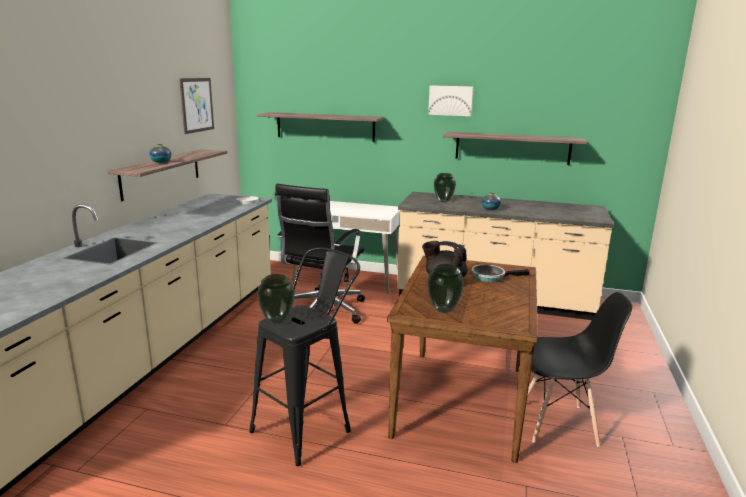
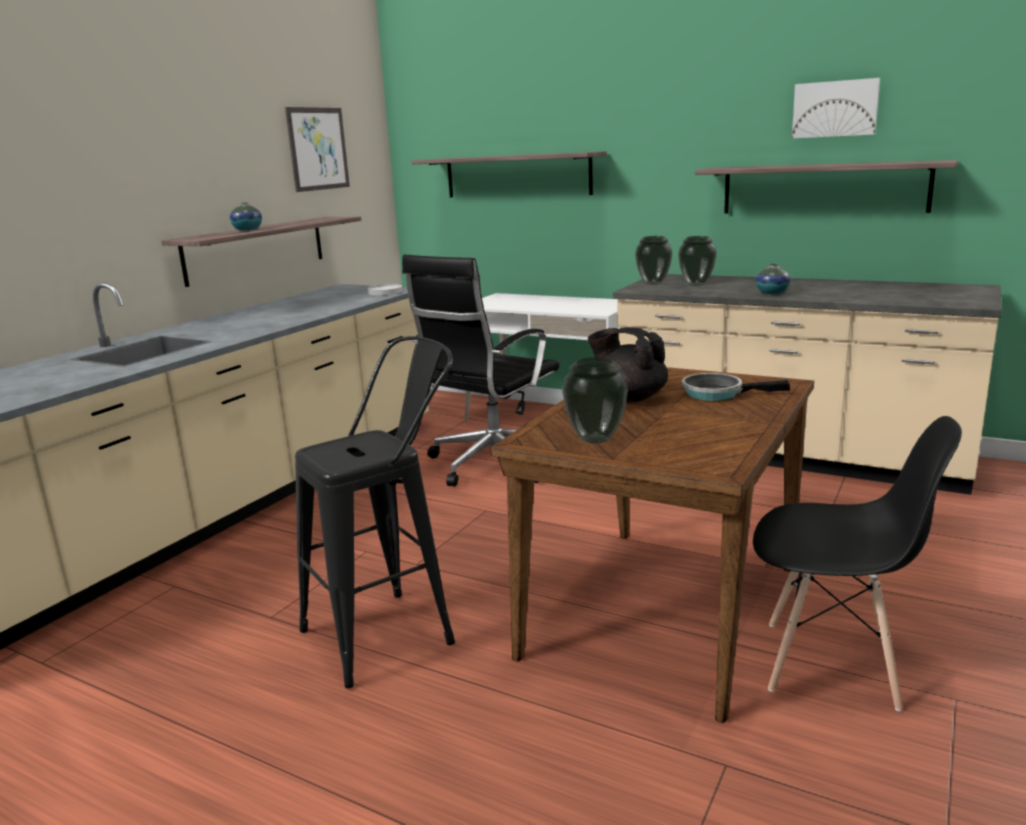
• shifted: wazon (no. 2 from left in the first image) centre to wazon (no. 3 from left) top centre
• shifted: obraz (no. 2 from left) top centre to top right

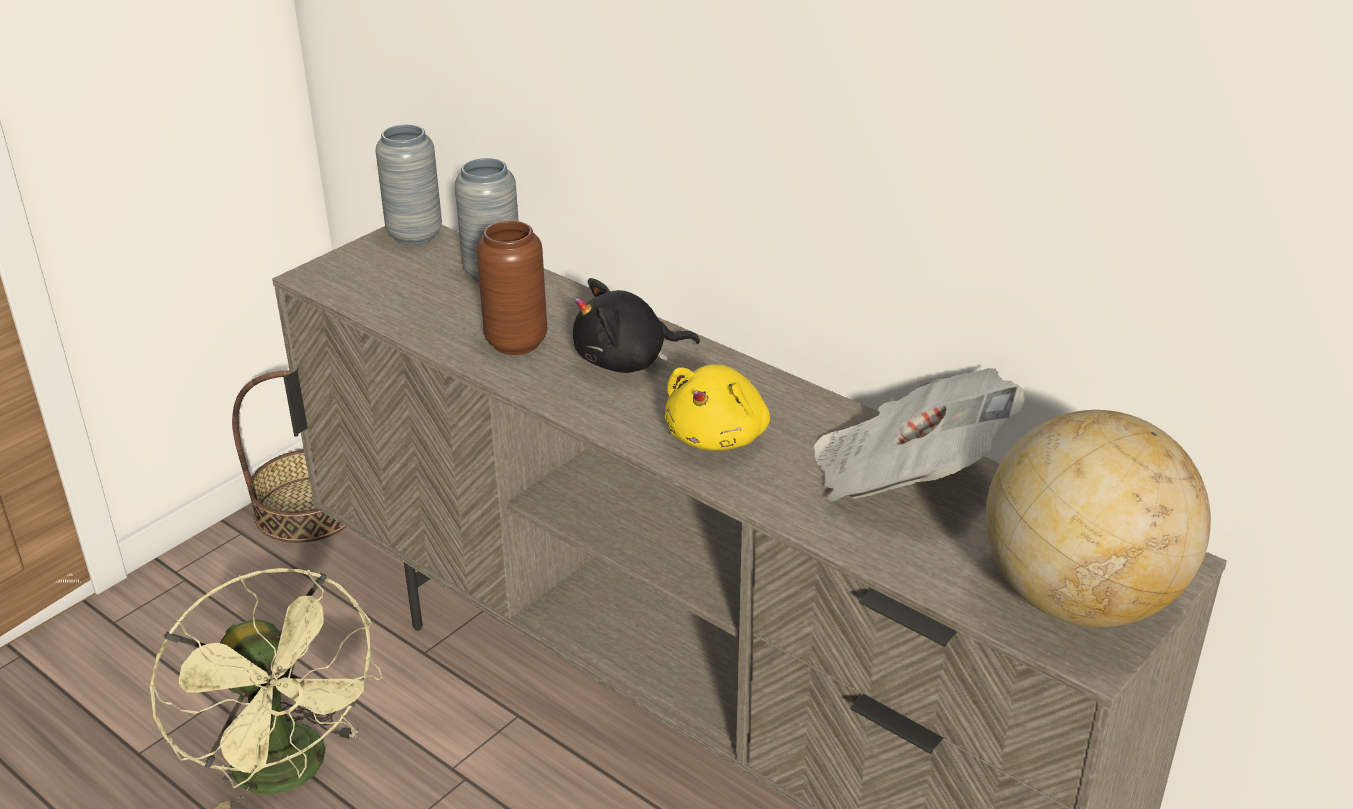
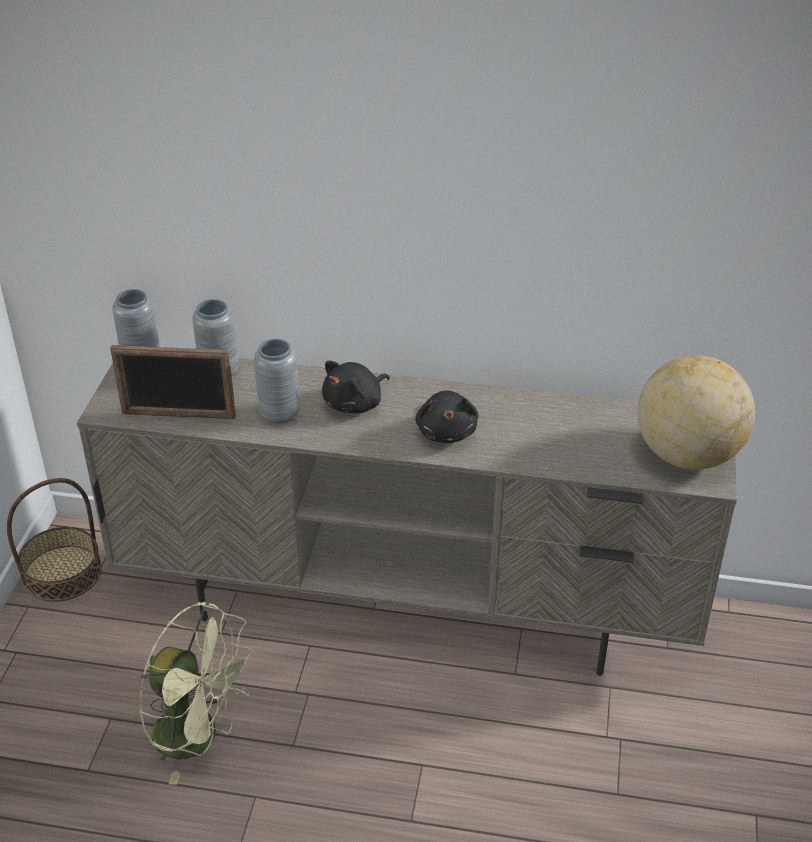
• repainted: wazon [brązowy] centre to wazon [szary] (no. 3 from left) centre
• repainted: pluszak [żółty] centre to pluszak [czarny] (no. 2 from left) centre
• gone: gazeta middle right
• new: ramka na zdjęcie middle left

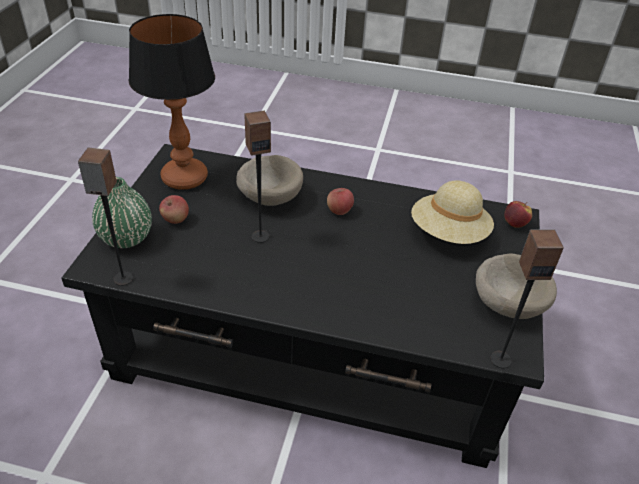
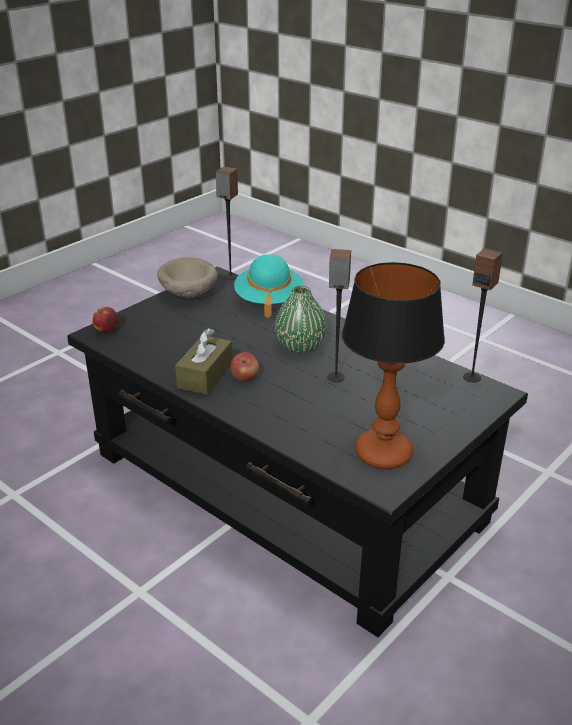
• shifted: wazon [zielony] middle left to centre
• gone: jabłko (no. 1 from left) middle left
• gone: miska [beżowy] (no. 1 from left) centre
• gone: kapelusz [beżowy] middle right
• new: pudełko chusteczek [brązowy] centre
• new: kapelusz [turkusowy] centre

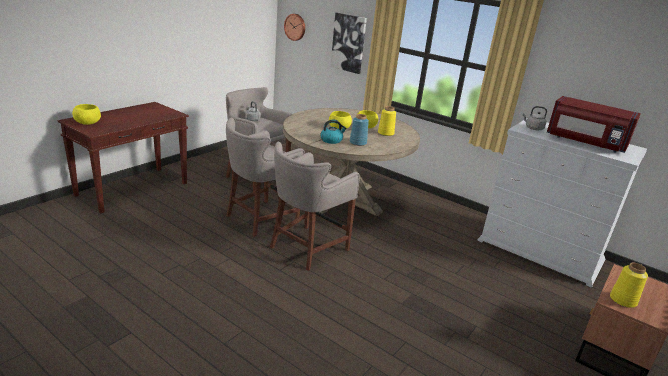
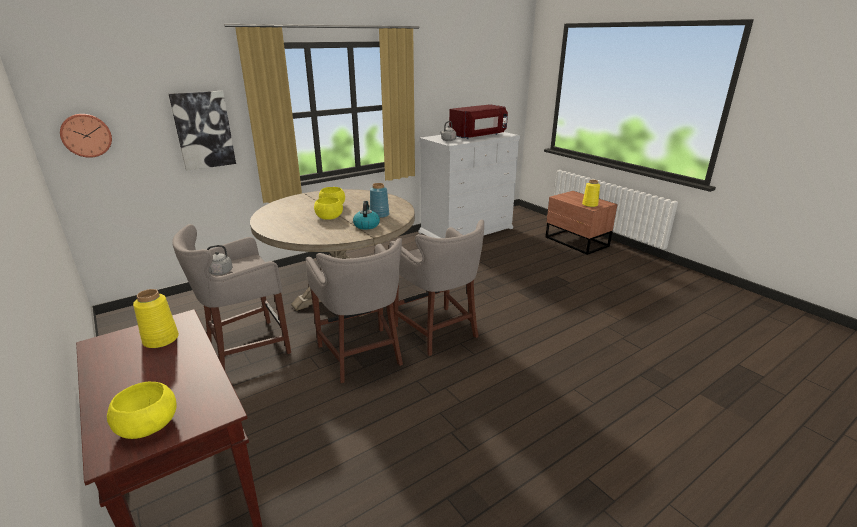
• shifted: wazon [żółty] (no. 1 from left) top centre to middle left

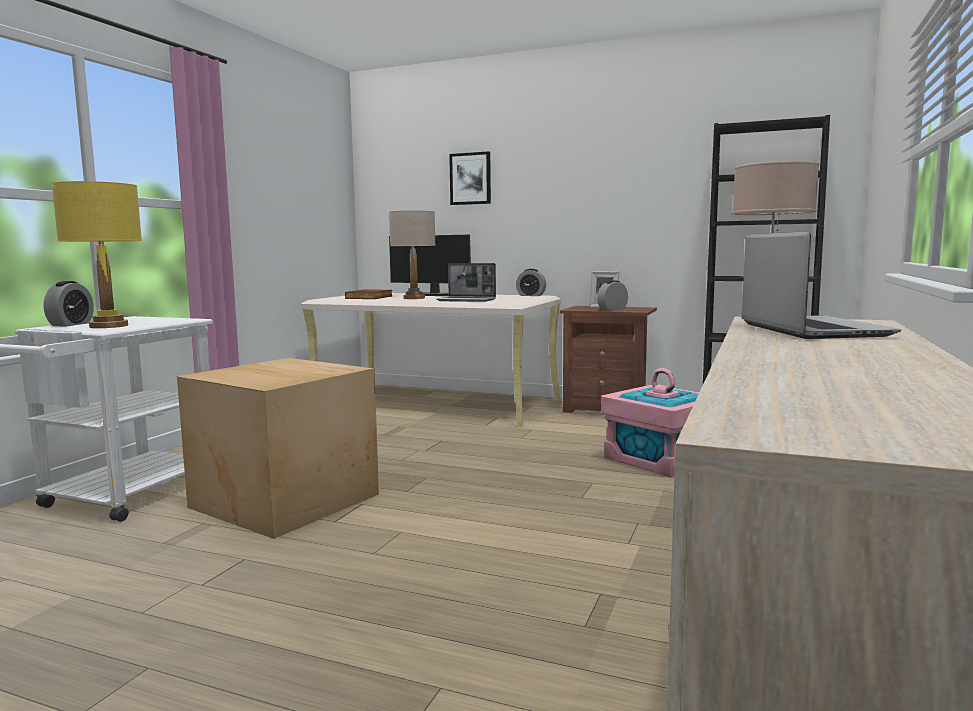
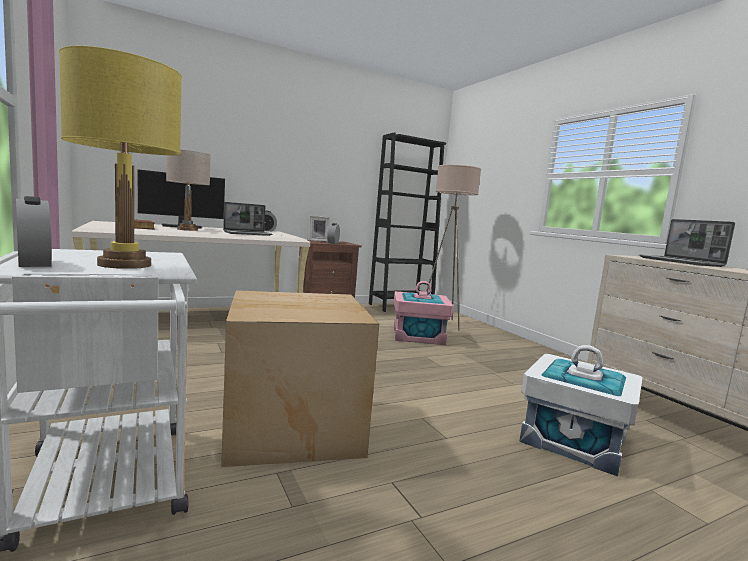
• gone: obraz top centre
• rotated: laptop (no. 2 from left) middle right = middle right 150 degrees counterclockwise
• new: pojemnik do przechowywania [biały] bottom right

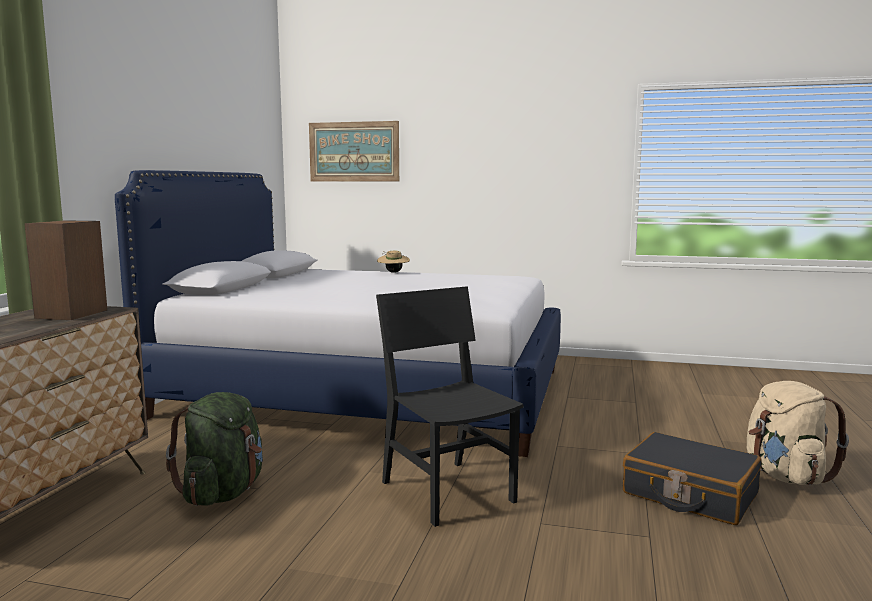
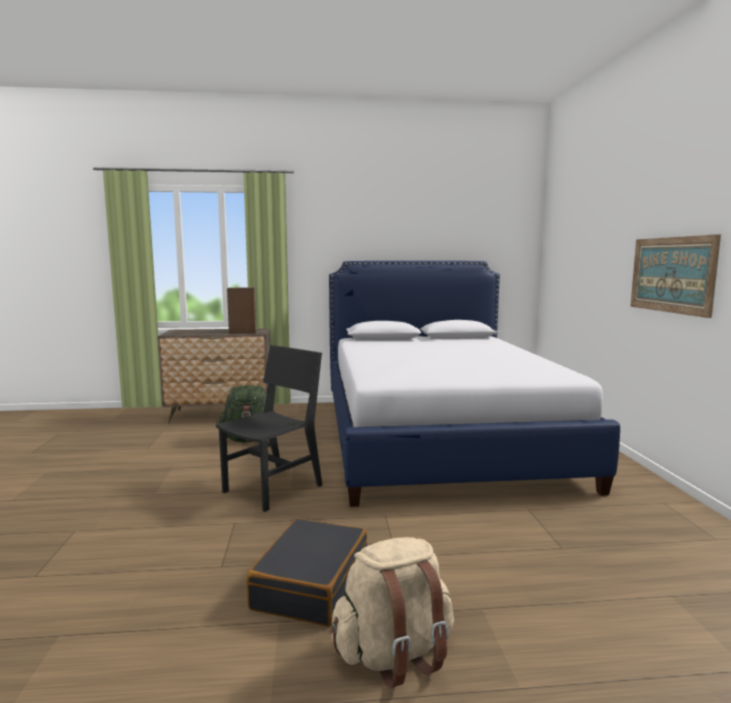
• shifted: obraz top centre to middle right
• gone: kapelusz [beżowy] centre

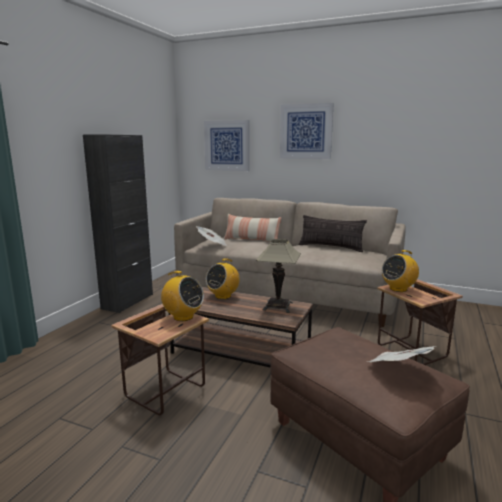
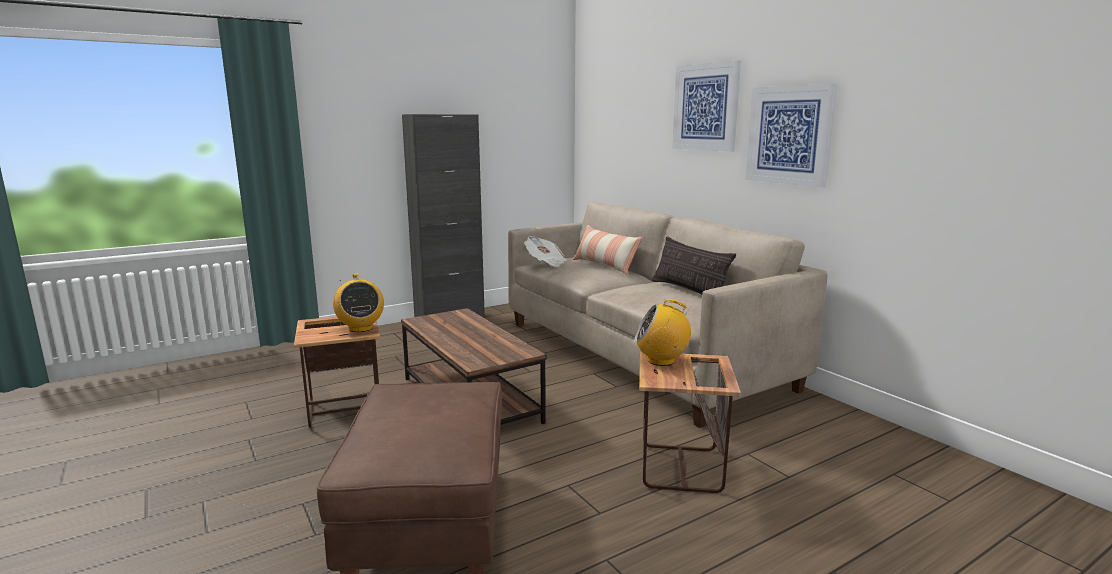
• shifted: obraz (no. 1 from left in the first image) top centre to obraz (no. 2 from left) top right
• gone: radio (no. 2 from left) centre
• gone: lampa stołowa centre
• gone: gazeta (no. 2 from left) bottom right

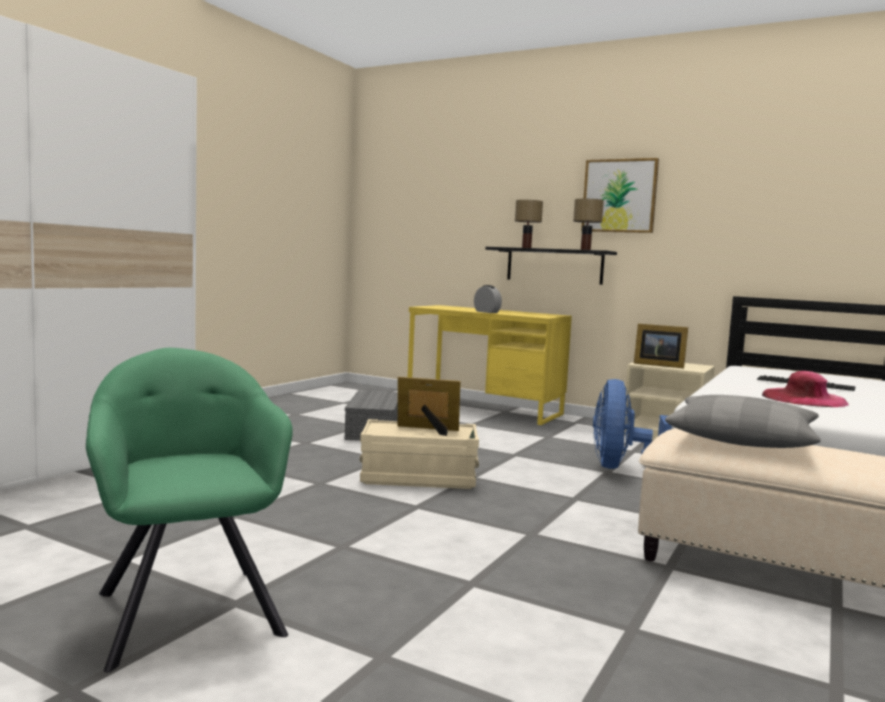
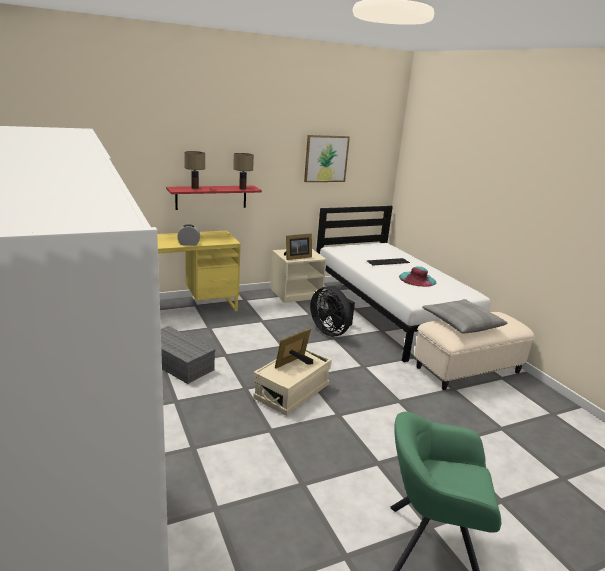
• repainted: półka [czarny] centre to półka [czerwony] centre
• shifted: obraz top right to top centre
• repainted: wentylator [niebieski] middle right to wentylator [czarny] centre
• repainted: kapelusz [różowy] middle right to kapelusz [turkusowy] middle right

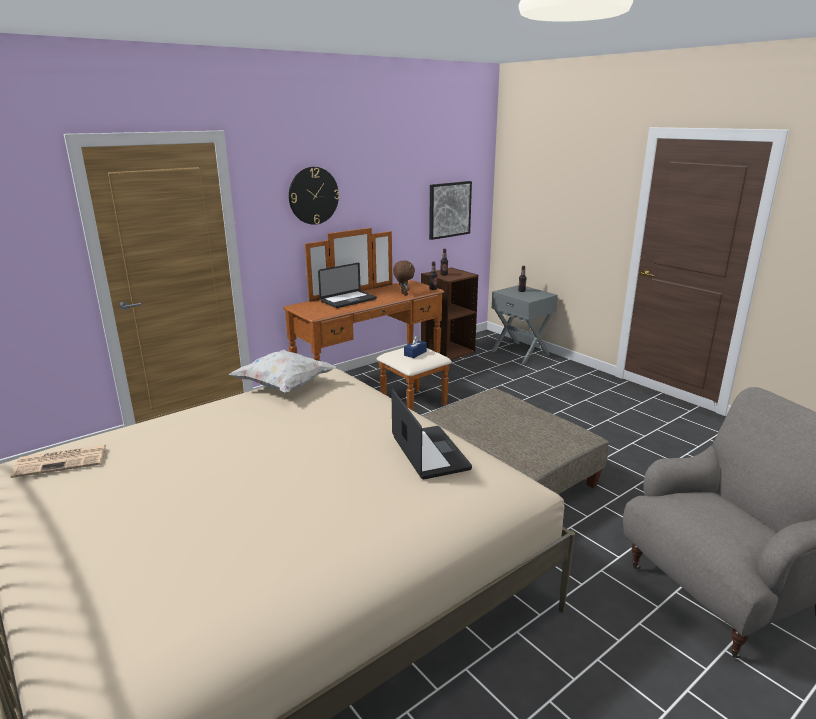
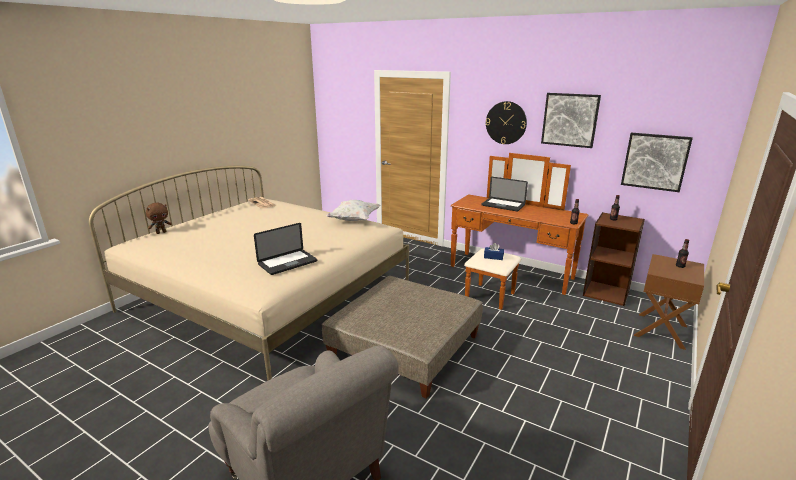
• shifted: pluszak [brązowy] centre to middle left
• repainted: szafka nocna [szary] centre to szafka nocna [brązowy] middle right
• new: obraz (no. 1 from left) top right

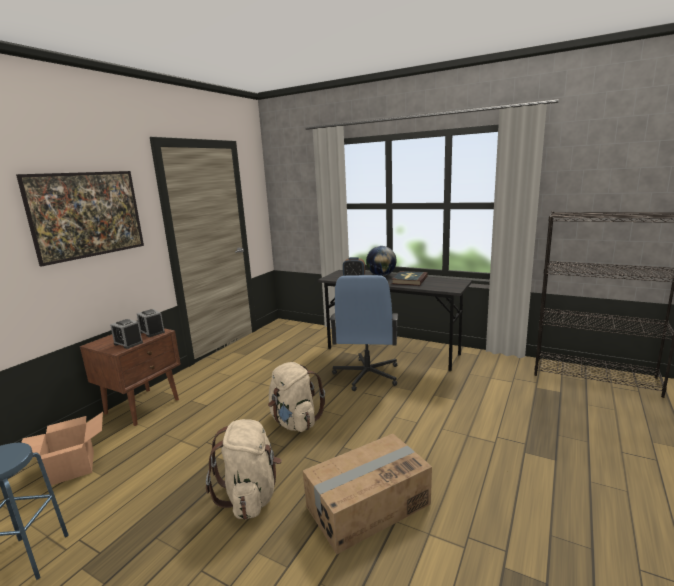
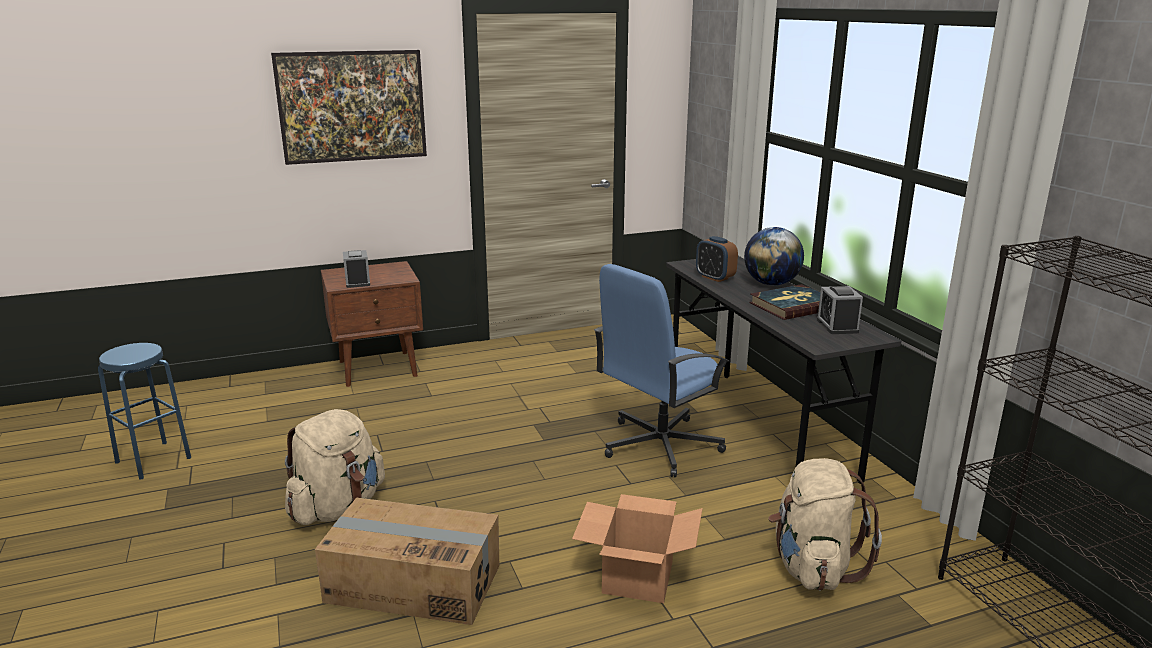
• shifted: karton (no. 1 from left in the first image) bottom left to karton (no. 2 from left) bottom centre
• shifted: budzik (no. 2 from left in the first image) middle left to budzik (no. 3 from left) middle right
• shifted: plecak [beżowy] (no. 2 from left) bottom centre to bottom right

